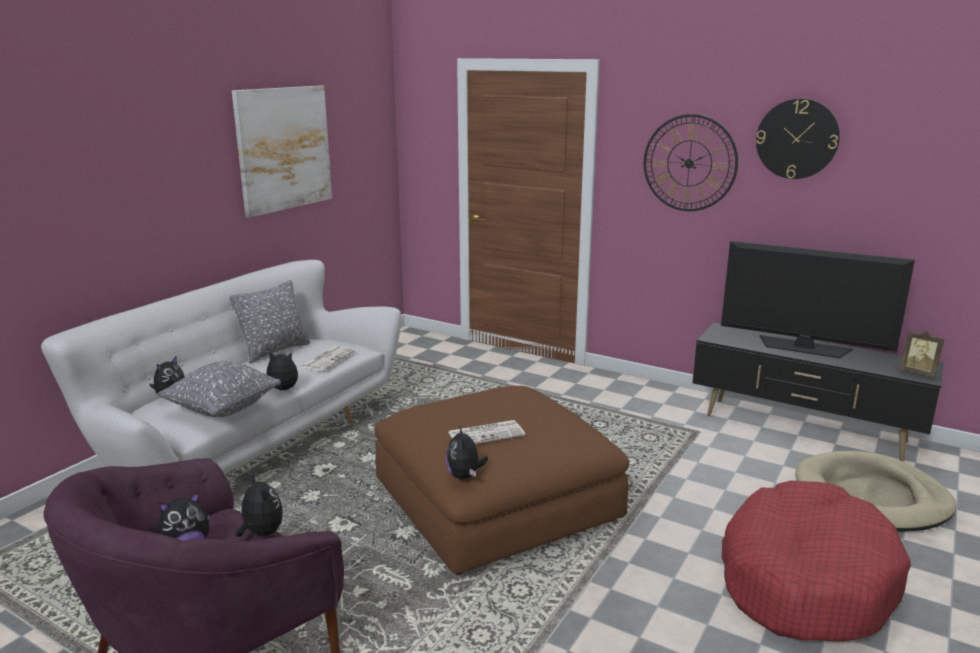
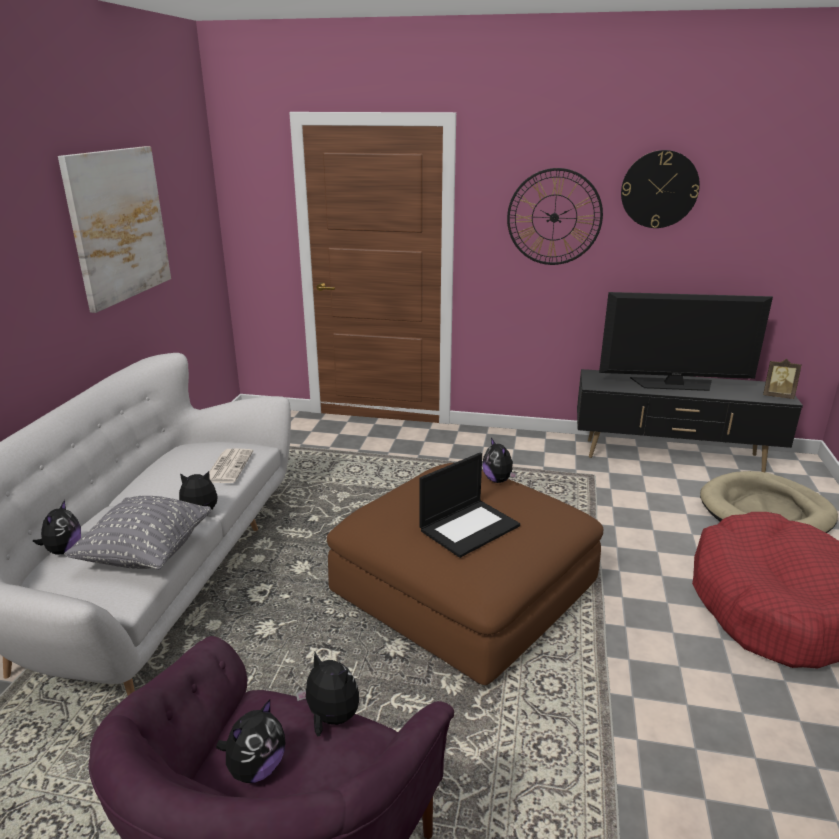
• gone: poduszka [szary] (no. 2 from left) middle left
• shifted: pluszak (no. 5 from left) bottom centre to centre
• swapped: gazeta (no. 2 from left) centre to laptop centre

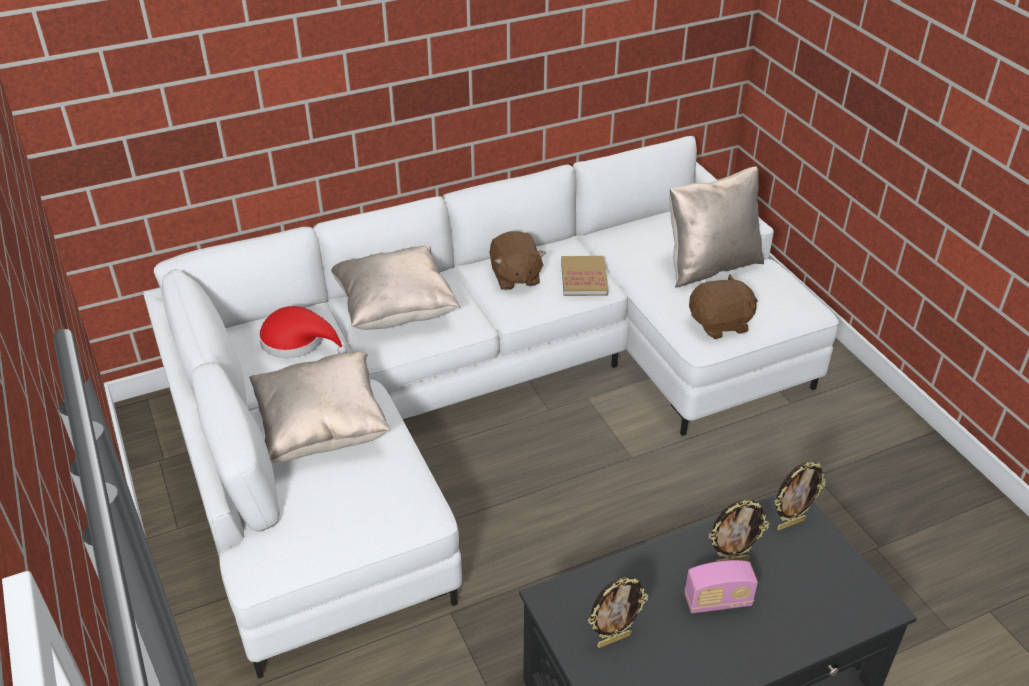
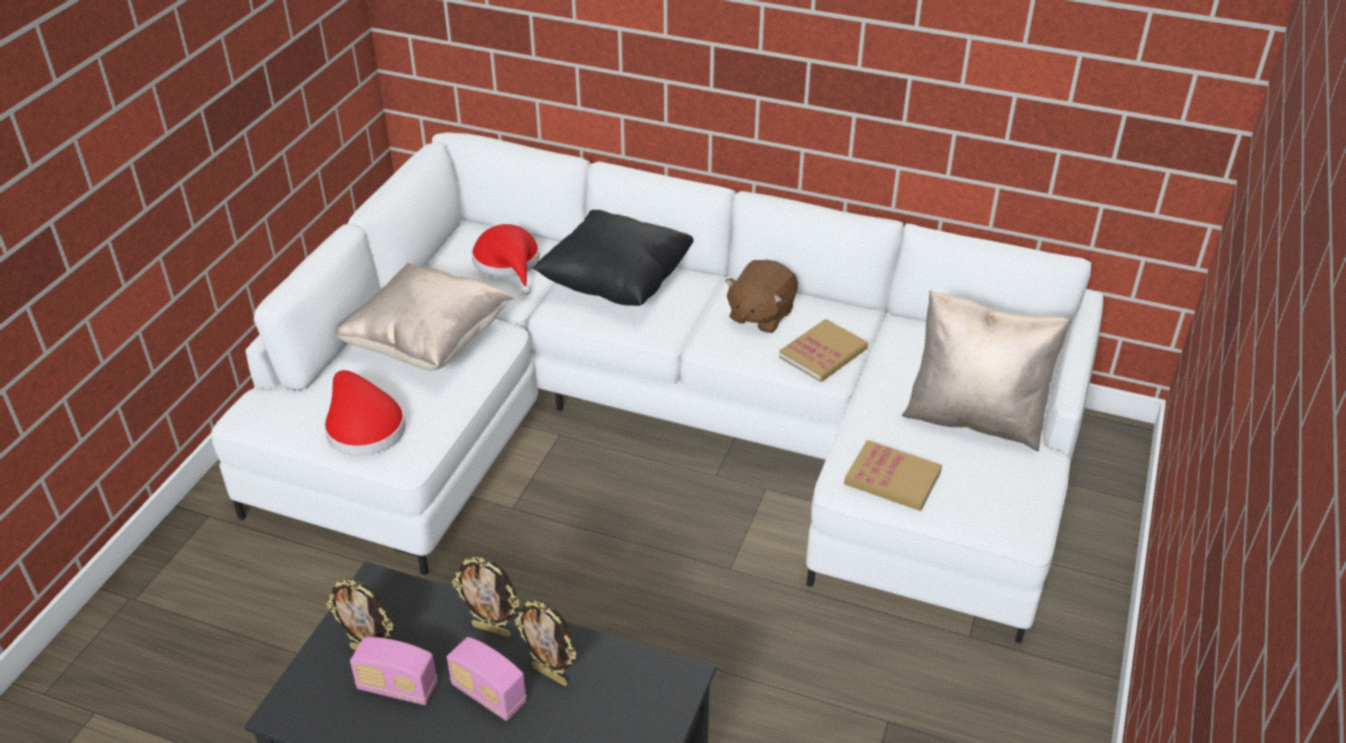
• repainted: poduszka [beżowy] (no. 2 from left) centre to poduszka [czarny] centre
• swapped: pluszak [brązowy] (no. 2 from left) middle right to książka (no. 2 from left) centre
• shifted: ramka na zdjęcie (no. 3 from left in the first image) bottom right to ramka na zdjęcie (no. 2 from left) bottom centre
• new: kapelusz [czerwony] (no. 1 from left) middle left
• new: radio (no. 1 from left) bottom left

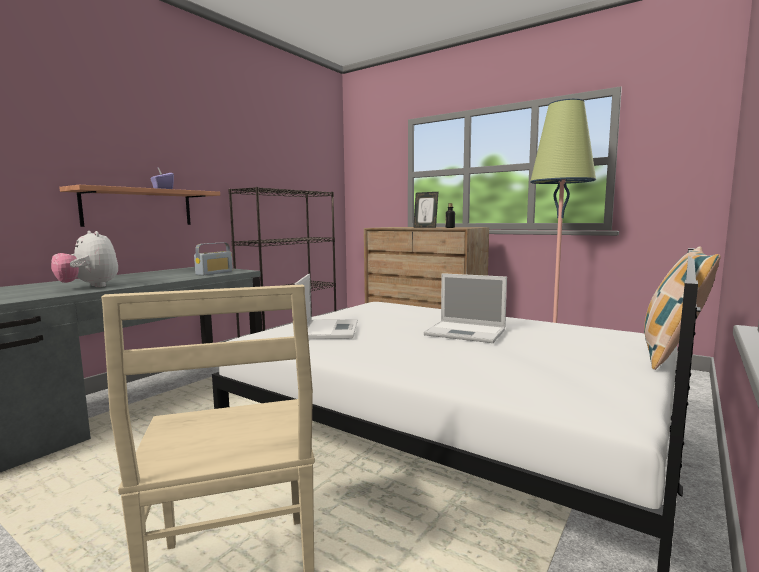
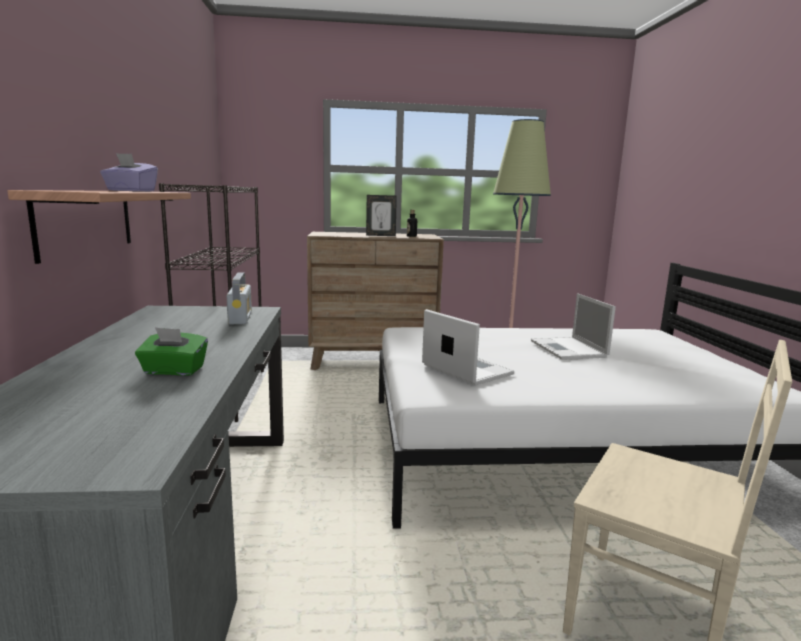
• swapped: pluszak middle left to pudełko chusteczek [zielony] middle left
• rotated: laptop (no. 2 from left) centre = middle right 90 degrees clockwise
• gone: poduszka middle right

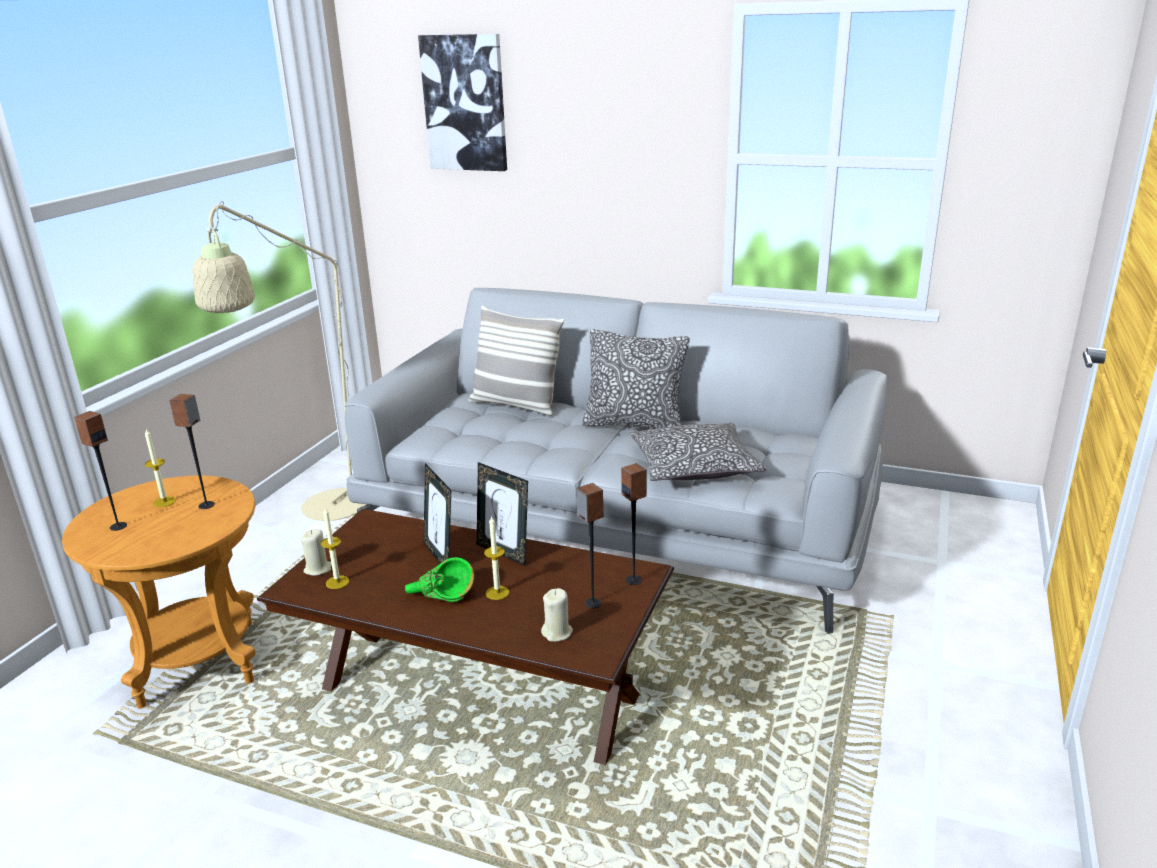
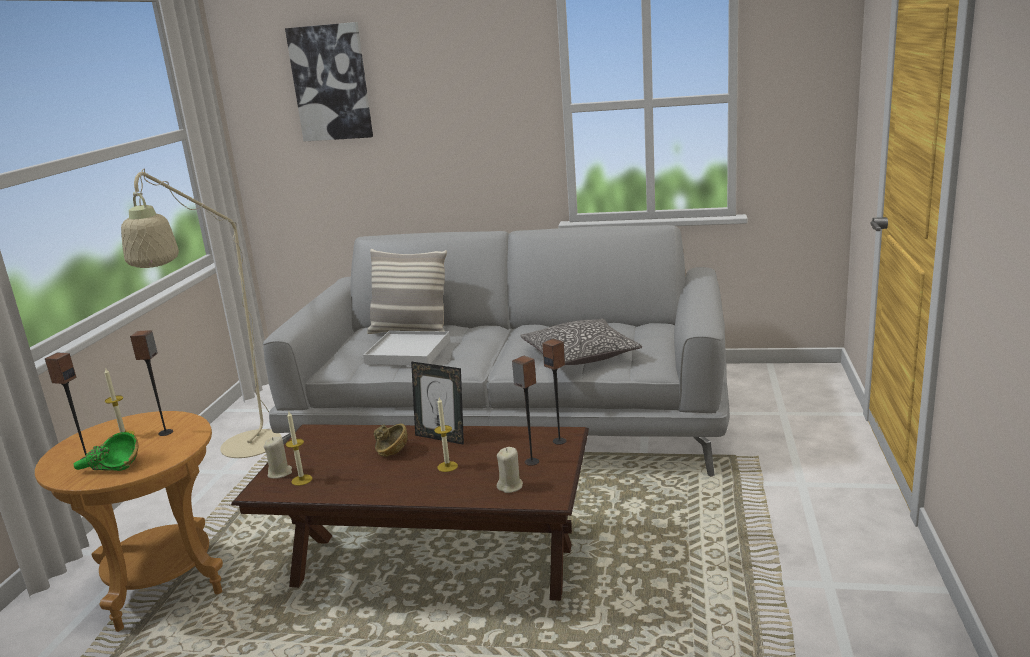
• shifted: miska [zielony] bottom centre to bottom left
• swapped: ramka na zdjęcie (no. 1 from left) centre to miska [brązowy] bottom centre
• gone: poduszka (no. 2 from left) centre
• new: taca [biały] centre

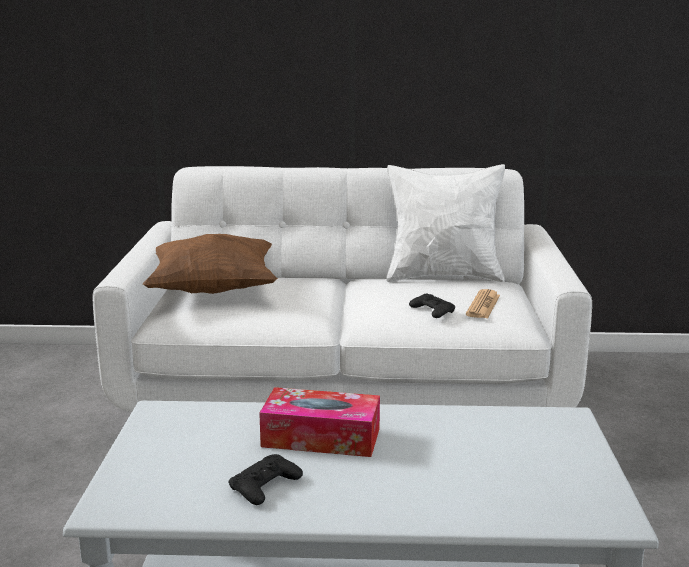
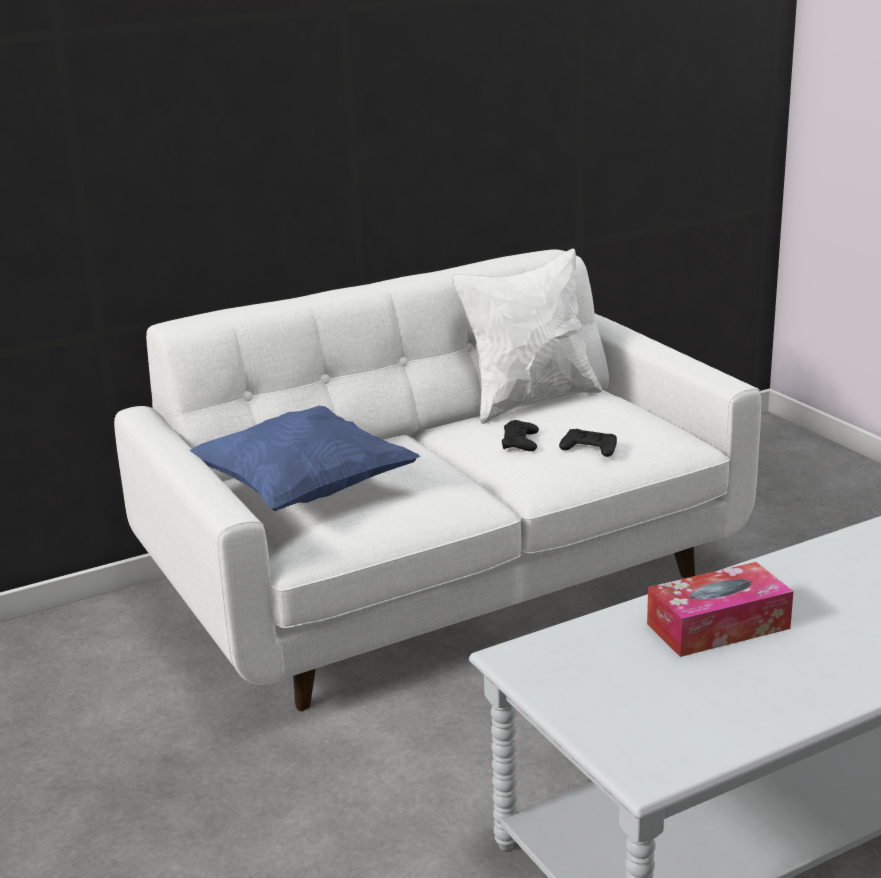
• repainted: poduszka [brązowy] middle left to poduszka [niebieski] centre
• shifted: pad do gier [czarny] (no. 1 from left) bottom centre to centre
• gone: gazeta middle right

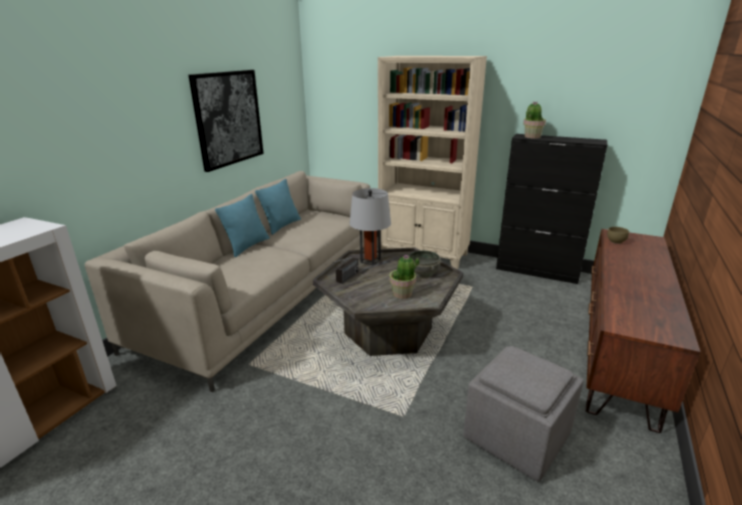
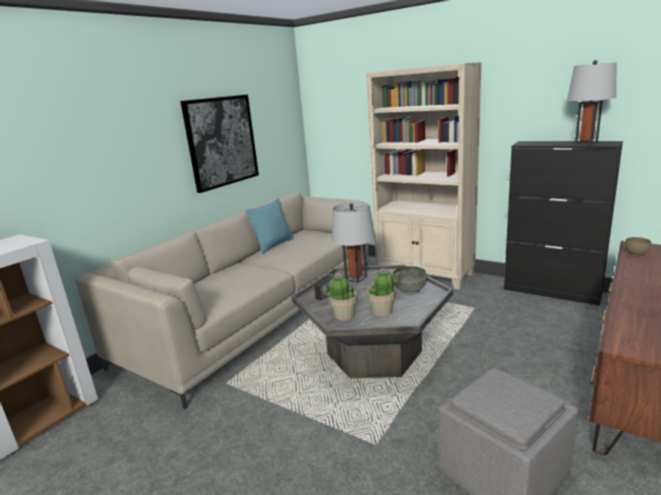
• gone: poduszka [turkusowy] (no. 1 from left) middle left
• shifted: roślina doniczkowa (no. 2 from left in the first image) top right to roślina doniczkowa (no. 1 from left) centre
• new: lampa stołowa [szary] (no. 2 from left) top right

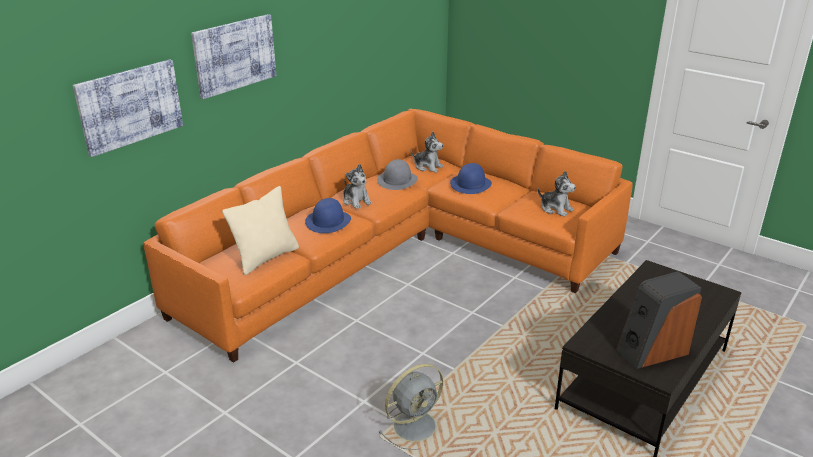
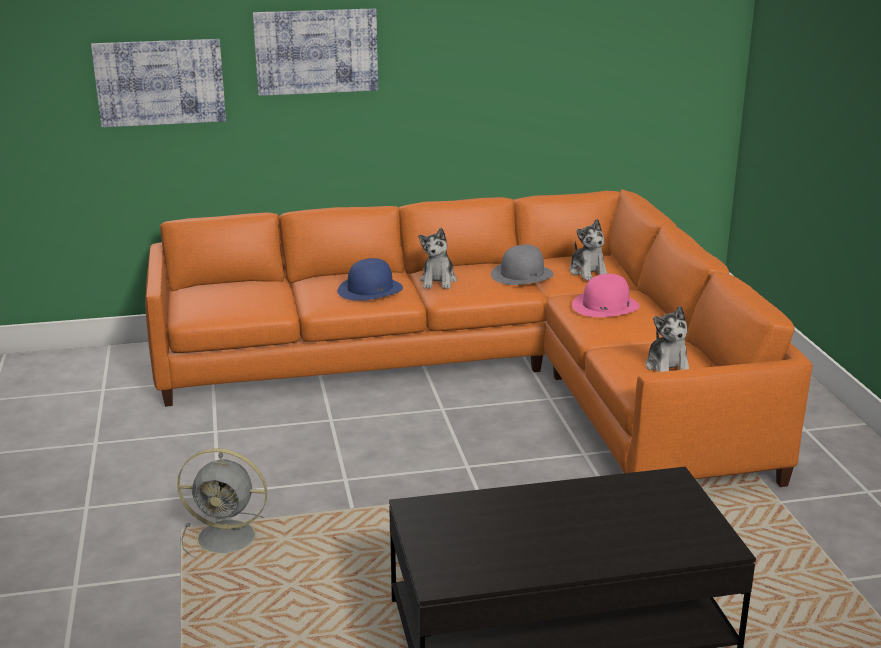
• gone: poduszka [beżowy] middle left
• repainted: kapelusz [niebieski] (no. 2 from left) centre to kapelusz [różowy] middle right
• gone: głośnik bottom right

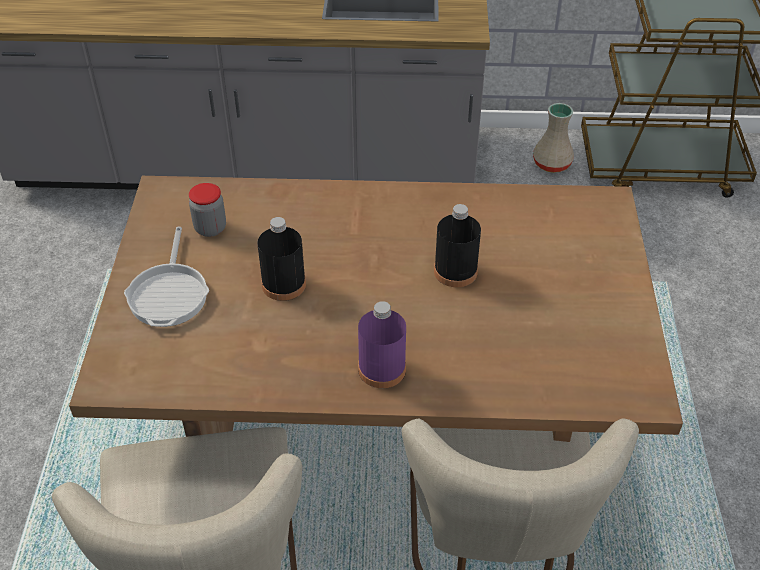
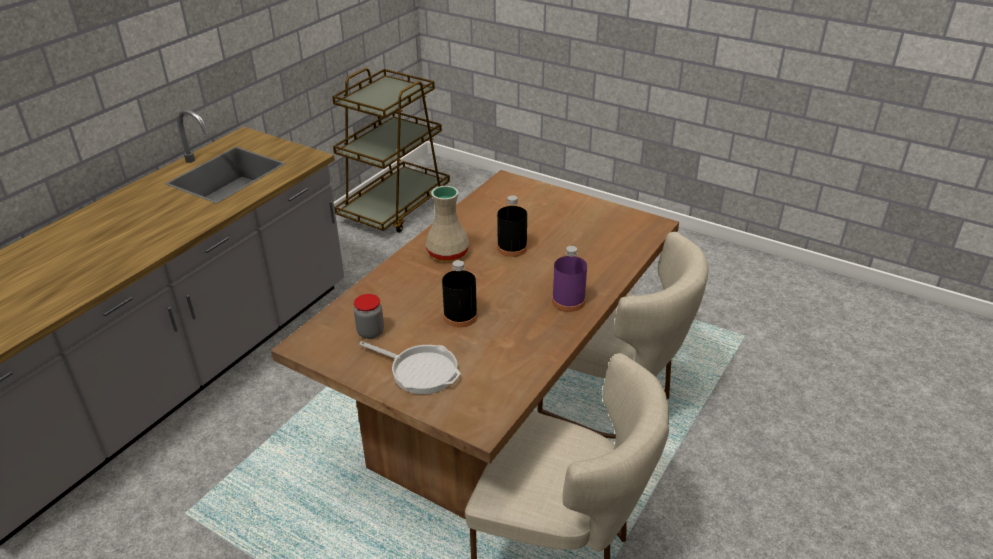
• shifted: wazon [beżowy] top right to centre

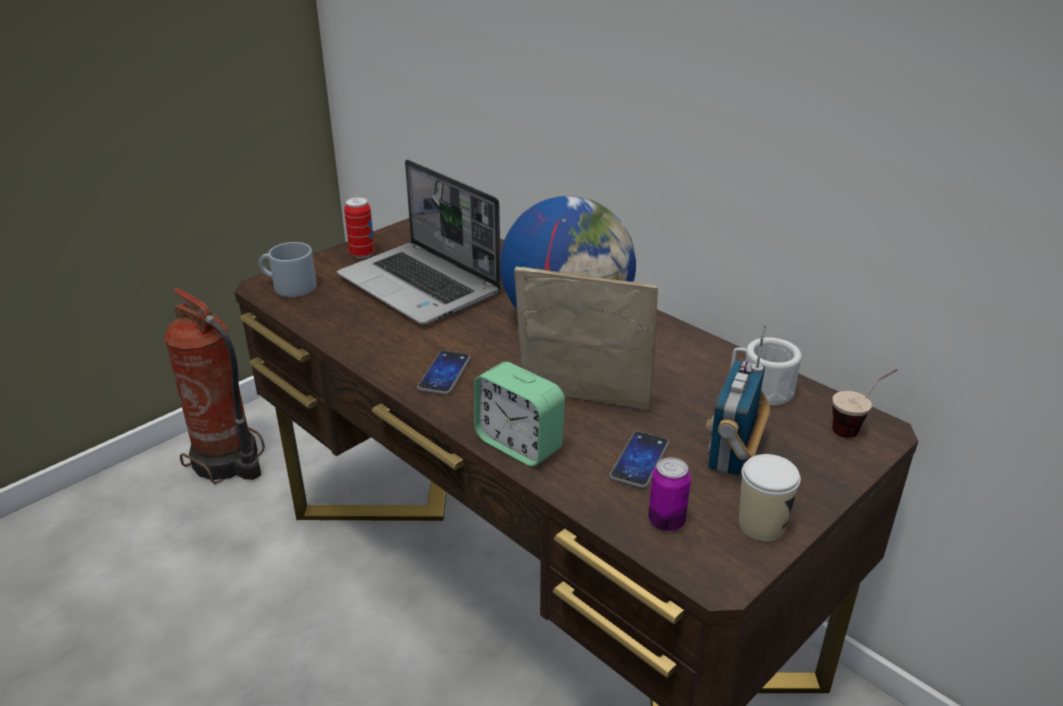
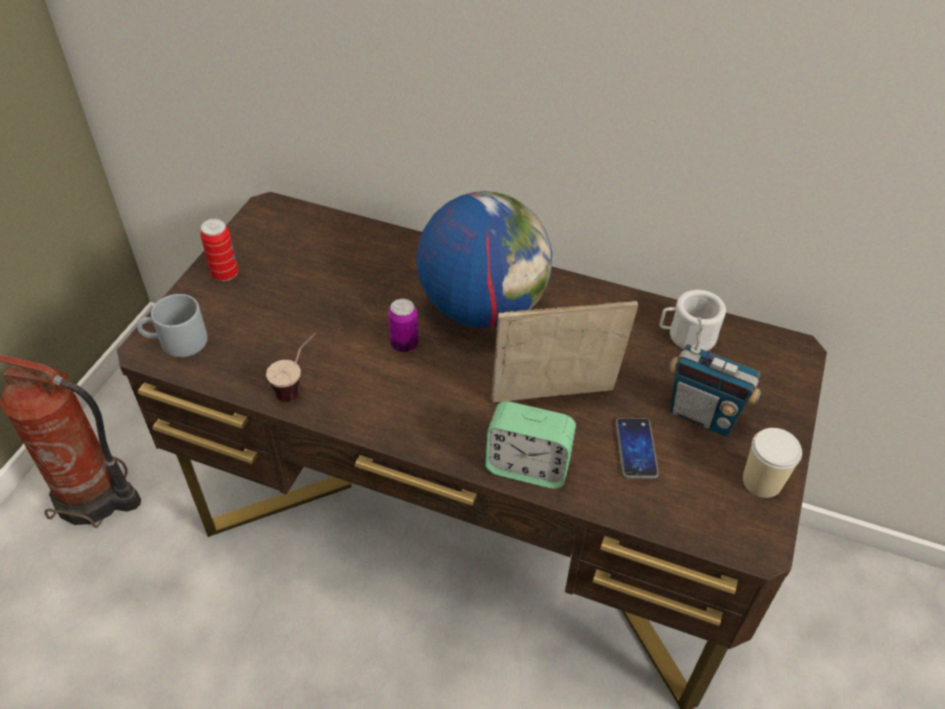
• gone: laptop centre
• gone: telefon (no. 1 from left) centre
• shifted: puszka (no. 2 from left) bottom centre to centre
• rotated: radio middle right = middle right 60 degrees counterclockwise
• shifted: filiżanka (no. 2 from left in the first image) middle right to filiżanka (no. 1 from left) middle left

